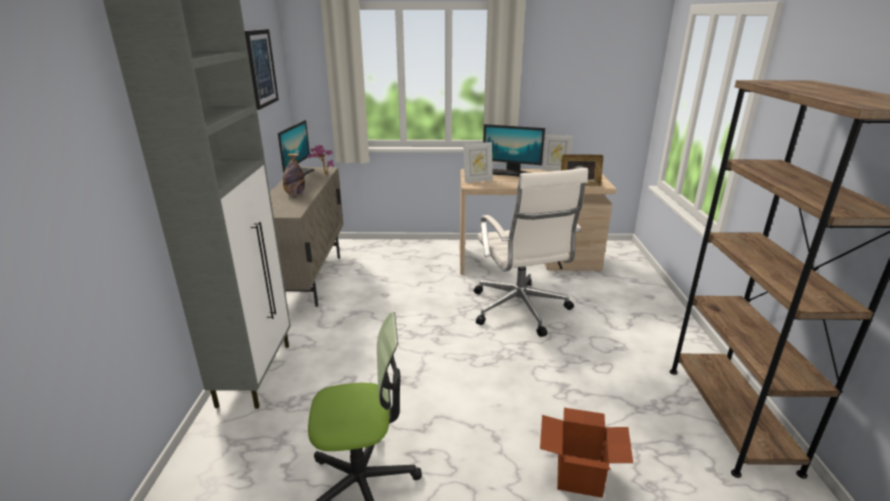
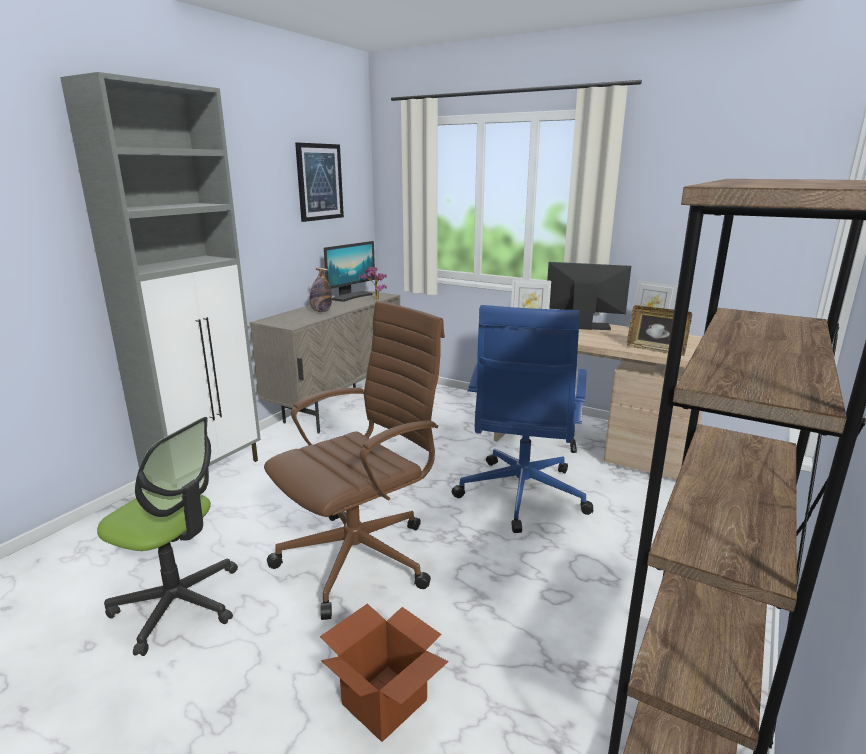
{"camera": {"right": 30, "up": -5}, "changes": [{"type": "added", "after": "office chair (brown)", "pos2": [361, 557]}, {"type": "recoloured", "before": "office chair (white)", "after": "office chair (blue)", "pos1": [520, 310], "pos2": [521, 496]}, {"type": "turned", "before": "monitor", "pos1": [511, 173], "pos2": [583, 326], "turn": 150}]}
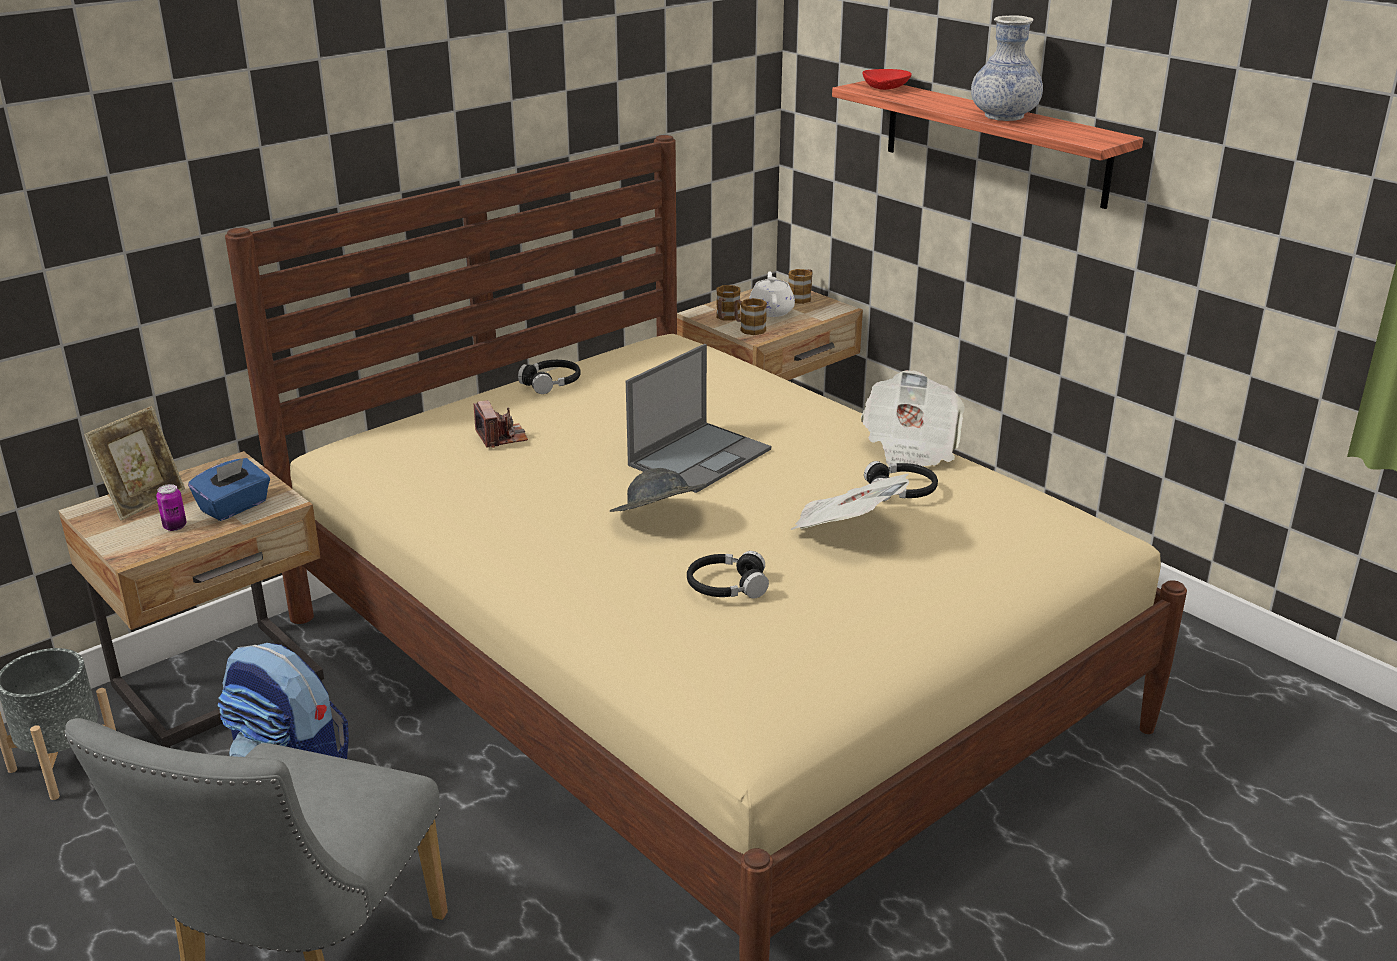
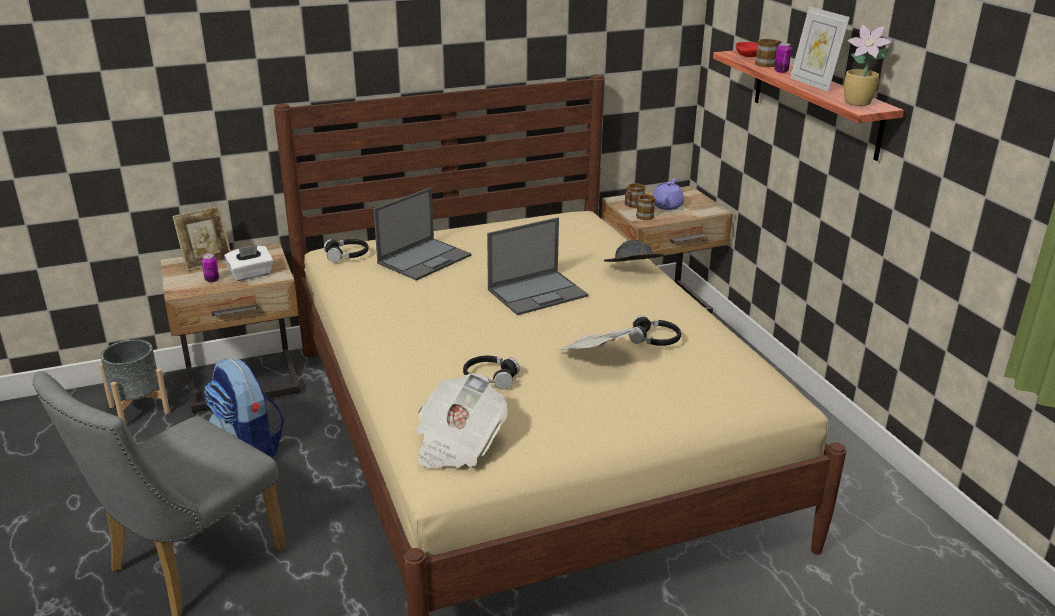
{"camera": {"right": 20, "up": 0}, "changes": [{"type": "recoloured", "before": "tissue box (blue)", "after": "tissue box (white)", "pos1": [234, 507], "pos2": [251, 274]}, {"type": "moved", "before": "headphones (black)", "pos1": [551, 383], "pos2": [347, 255]}, {"type": "replaced", "before": "photo camera", "after": "laptop", "pos1": [501, 437], "pos2": [425, 259]}, {"type": "moved", "before": "newspaper", "pos1": [910, 448], "pos2": [457, 444]}, {"type": "moved", "before": "hat (grey)", "pos1": [658, 520], "pos2": [632, 271]}, {"type": "recoloured", "before": "teapot (white)", "after": "teapot (purple)", "pos1": [771, 311], "pos2": [667, 205]}, {"type": "moved", "before": "mug", "pos1": [802, 297], "pos2": [768, 64]}, {"type": "added", "after": "can", "pos2": [781, 71]}, {"type": "replaced", "before": "vase", "after": "picture frame", "pos1": [1003, 116], "pos2": [813, 84]}, {"type": "added", "after": "potted plant", "pos2": [858, 103]}]}
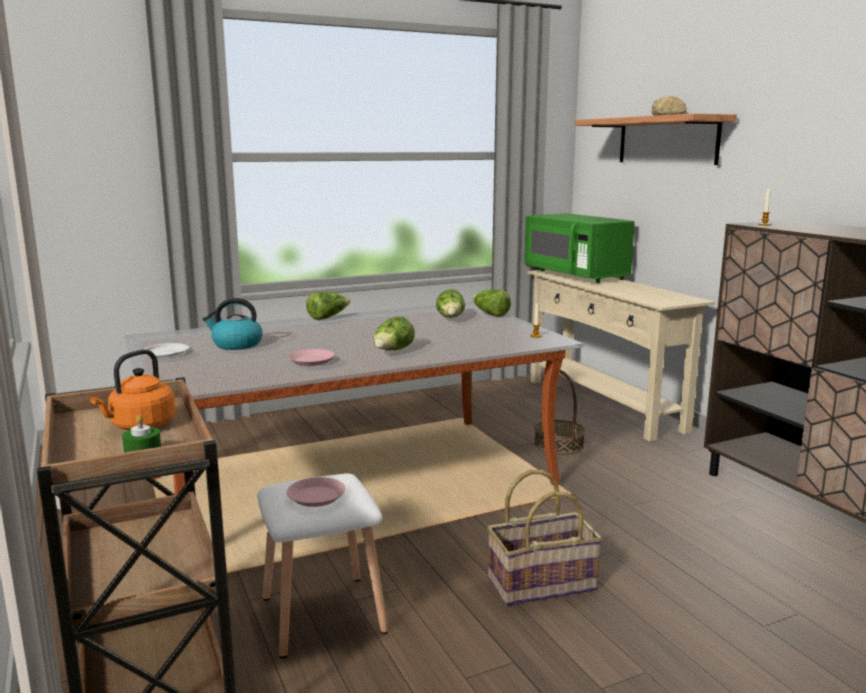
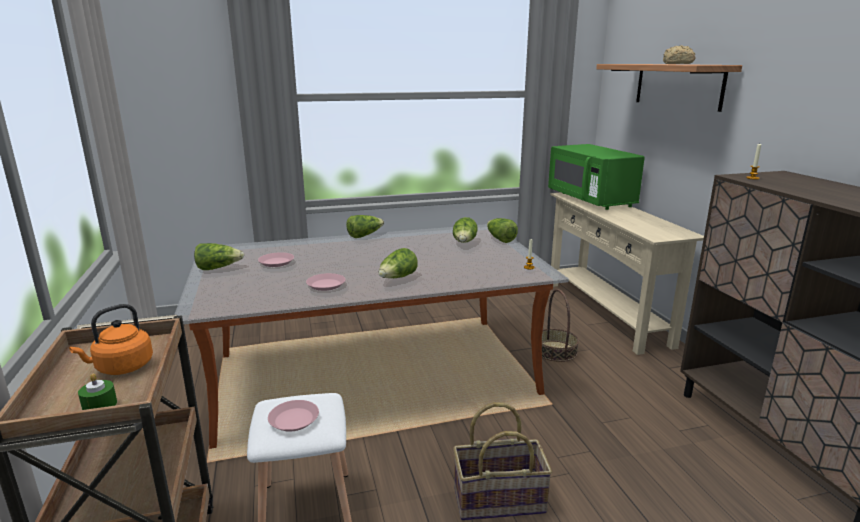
{"camera": {"right": 10, "up": 5}, "changes": [{"type": "replaced", "before": "plate (white)", "after": "lettuce", "pos1": [166, 353], "pos2": [218, 268]}, {"type": "replaced", "before": "kettle", "after": "plate (pink)", "pos1": [236, 345], "pos2": [276, 262]}]}
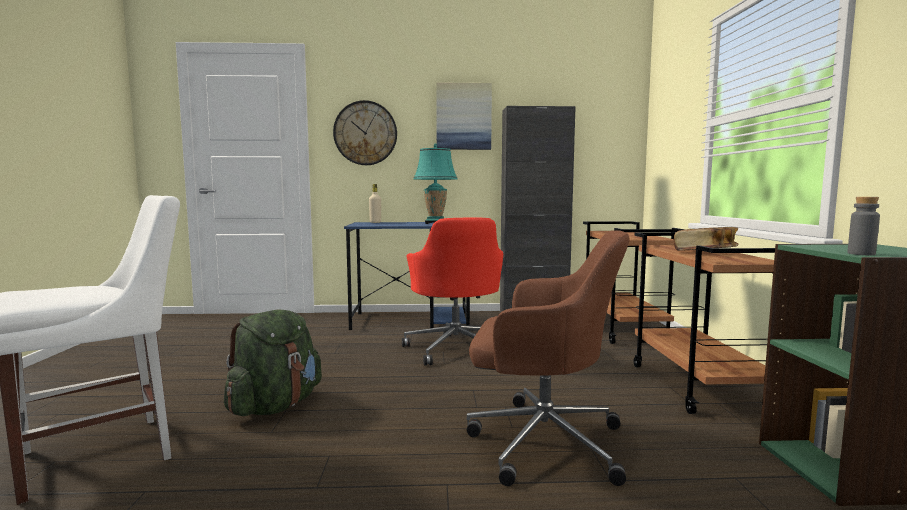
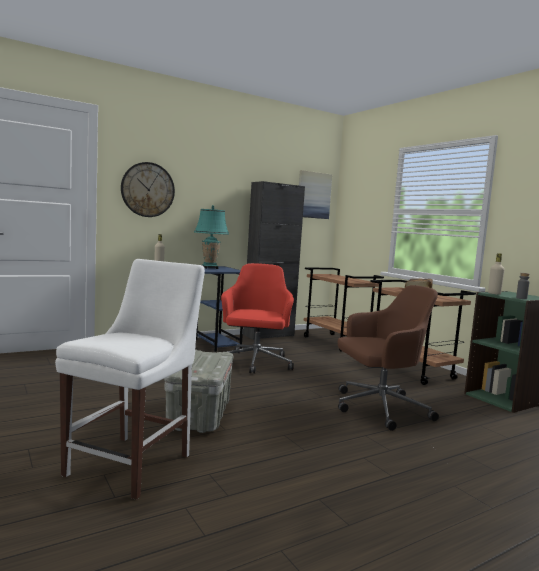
{"camera": {"right": -30, "up": 0}, "changes": [{"type": "replaced", "before": "backpack (green)", "after": "storage box (grey)", "pos1": [275, 406], "pos2": [198, 415]}, {"type": "turned", "before": "office chair (red)", "pos1": [456, 348], "pos2": [254, 363], "turn": -135}, {"type": "moved", "before": "picture", "pos1": [463, 116], "pos2": [313, 195]}, {"type": "added", "after": "bottle (beige)", "pos2": [494, 293]}]}
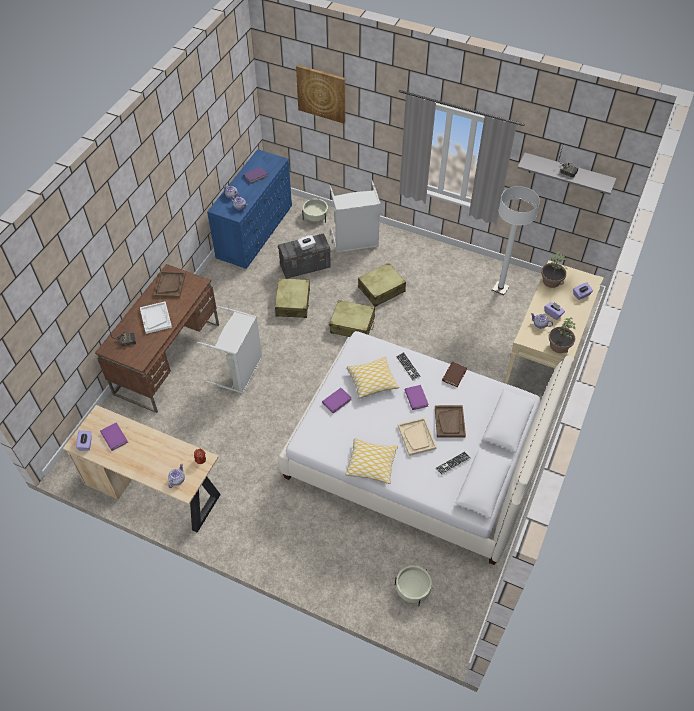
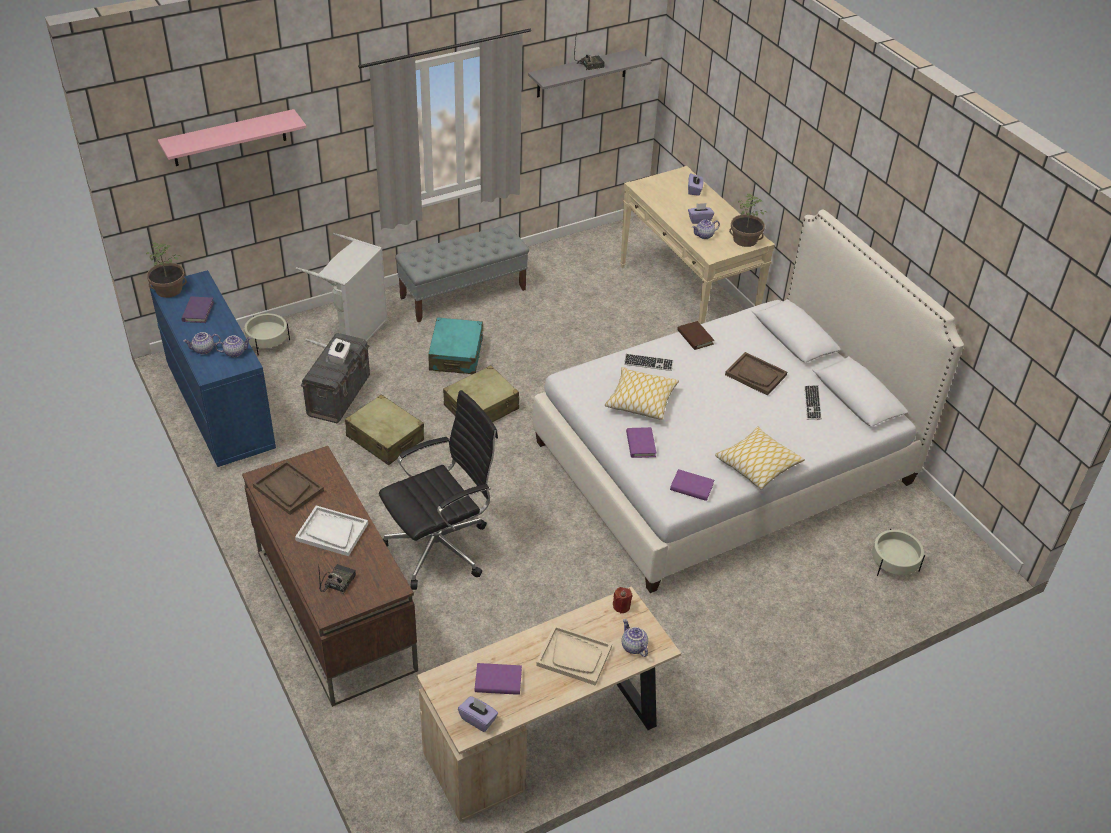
{"camera": {"right": -55, "up": -10}, "changes": [{"type": "moved", "before": "potted plant", "pos1": [551, 281], "pos2": [169, 290]}, {"type": "replaced", "before": "picture", "after": "shelf (pink)", "pos1": [321, 93], "pos2": [229, 138]}, {"type": "replaced", "before": "laundry basket (grey)", "after": "office chair (black)", "pos1": [240, 371], "pos2": [440, 547]}, {"type": "added", "after": "bench (grey)", "pos2": [463, 293]}, {"type": "recoloured", "before": "suitcase (beige)", "after": "suitcase (turquoise)", "pos1": [381, 289], "pos2": [456, 354]}, {"type": "moved", "before": "tray (beige)", "pos1": [416, 437], "pos2": [574, 656]}, {"type": "moved", "before": "book (purple)", "pos1": [416, 398], "pos2": [691, 487]}, {"type": "removed", "before": "floor lamp (white)", "pos1": [500, 288]}]}
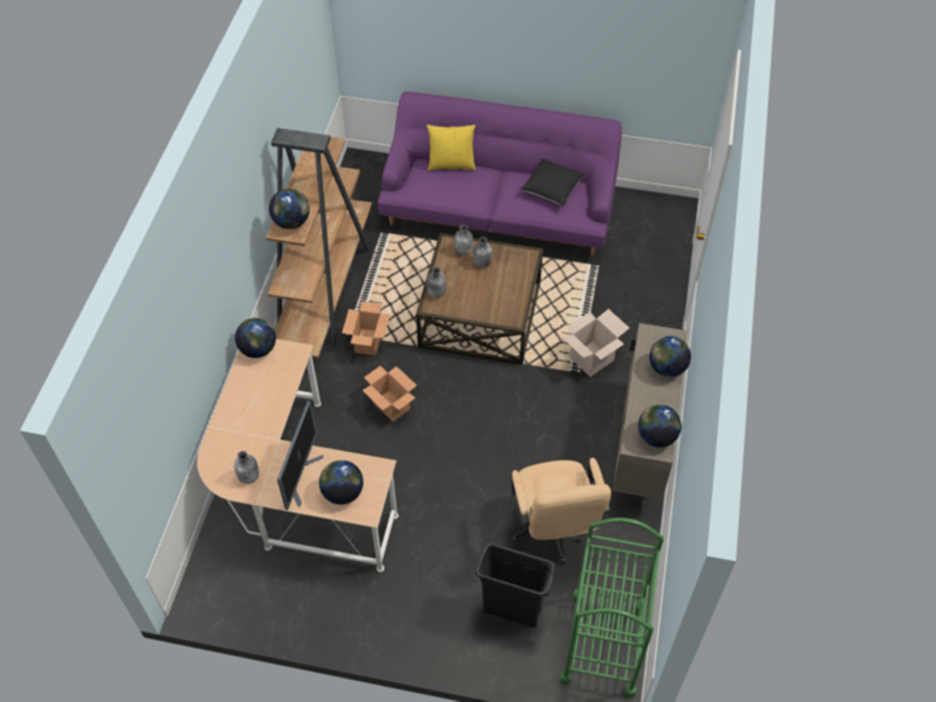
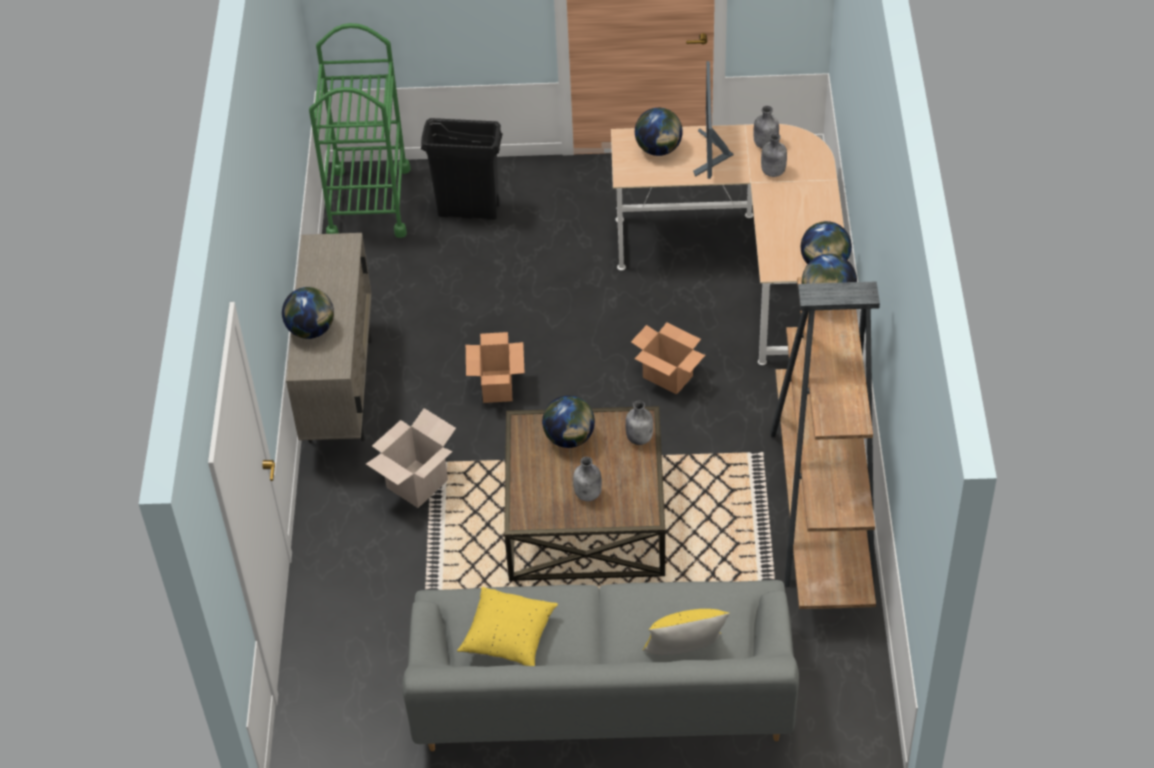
{"camera": {"right": 170, "up": -5}, "changes": [{"type": "recoloured", "before": "sofa (purple)", "after": "sofa (grey)", "pos1": [498, 209], "pos2": [602, 696]}, {"type": "recoloured", "before": "pillow (black)", "after": "pillow (yellow)", "pos1": [552, 189], "pos2": [508, 637]}, {"type": "moved", "before": "cardboard box", "pos1": [368, 342], "pos2": [497, 386]}, {"type": "moved", "before": "globe", "pos1": [656, 437], "pos2": [569, 438]}, {"type": "moved", "before": "bottle (grey)", "pos1": [464, 251], "pos2": [772, 172]}, {"type": "removed", "before": "office chair (beige)", "pos1": [553, 530]}]}
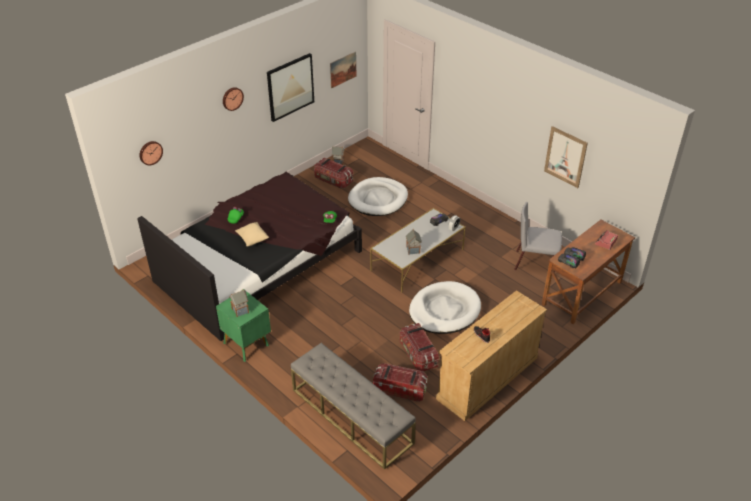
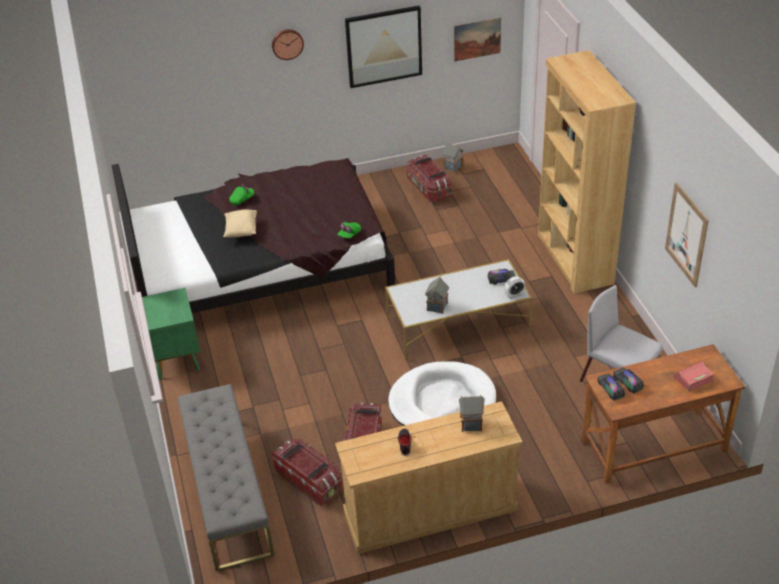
{"camera": {"right": 30, "up": 0}, "changes": [{"type": "moved", "before": "toy house", "pos1": [240, 310], "pos2": [471, 423]}, {"type": "added", "after": "bookcase (brown)", "pos2": [574, 259]}, {"type": "removed", "before": "wall clock", "pos1": [150, 152]}, {"type": "removed", "before": "dog bed (white)", "pos1": [378, 199]}]}
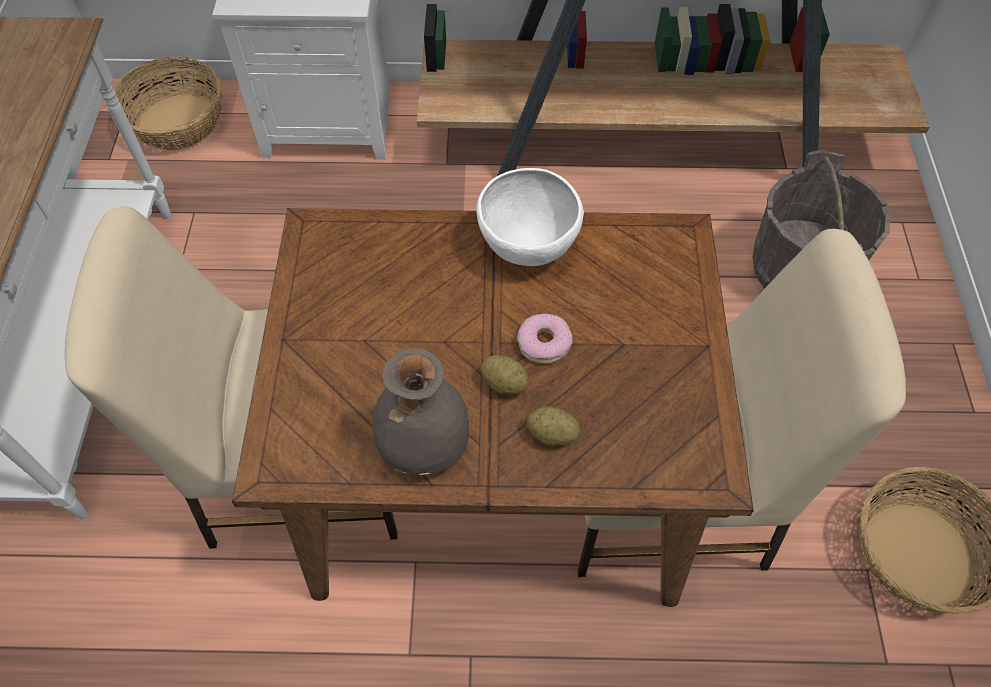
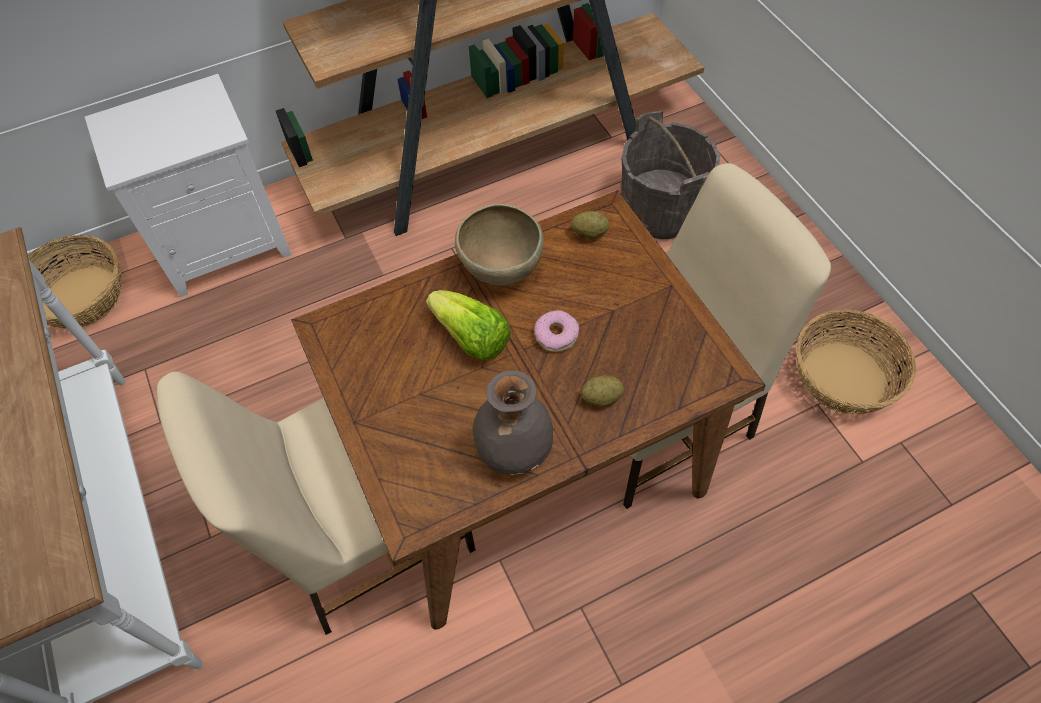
{"camera": {"right": -25, "up": 0}, "changes": [{"type": "added", "after": "lettuce", "pos2": [471, 338]}, {"type": "recoloured", "before": "bowl (white)", "after": "bowl (brown)", "pos1": [527, 247], "pos2": [500, 270]}, {"type": "moved", "before": "potato", "pos1": [504, 384], "pos2": [589, 233]}]}
